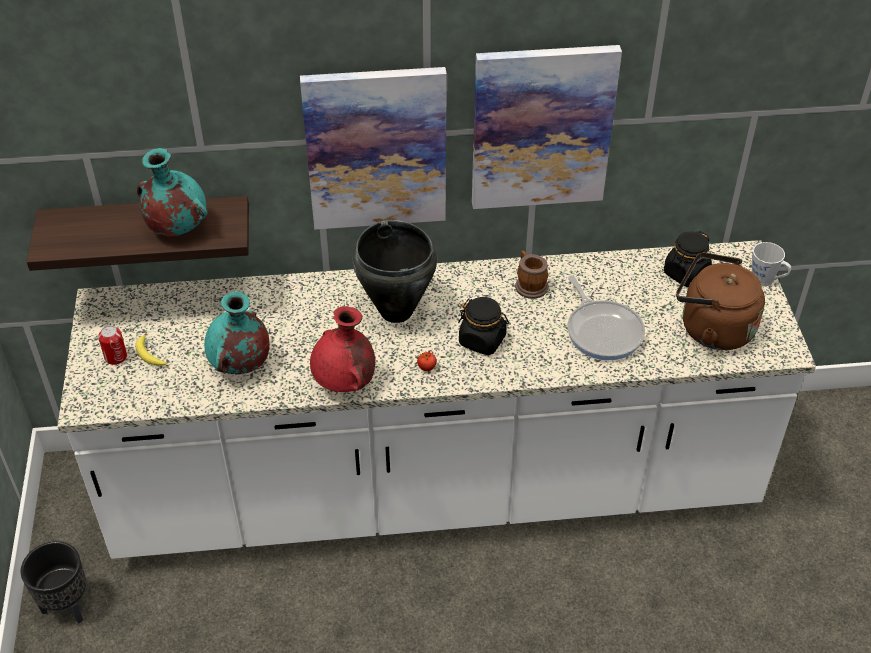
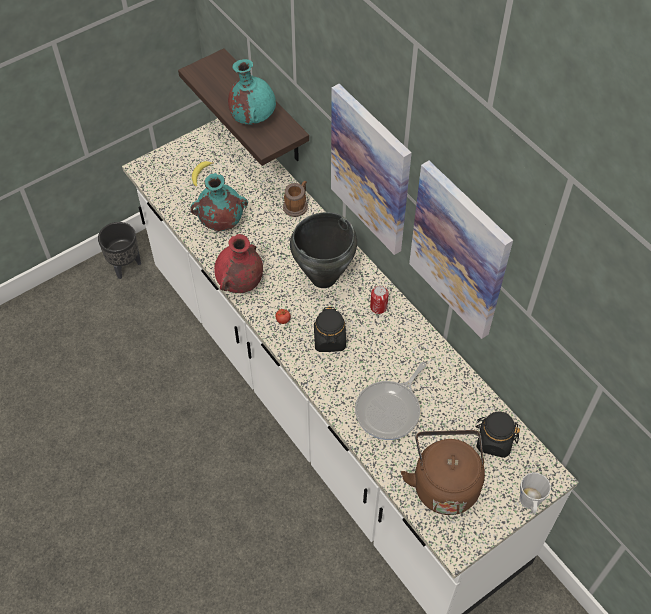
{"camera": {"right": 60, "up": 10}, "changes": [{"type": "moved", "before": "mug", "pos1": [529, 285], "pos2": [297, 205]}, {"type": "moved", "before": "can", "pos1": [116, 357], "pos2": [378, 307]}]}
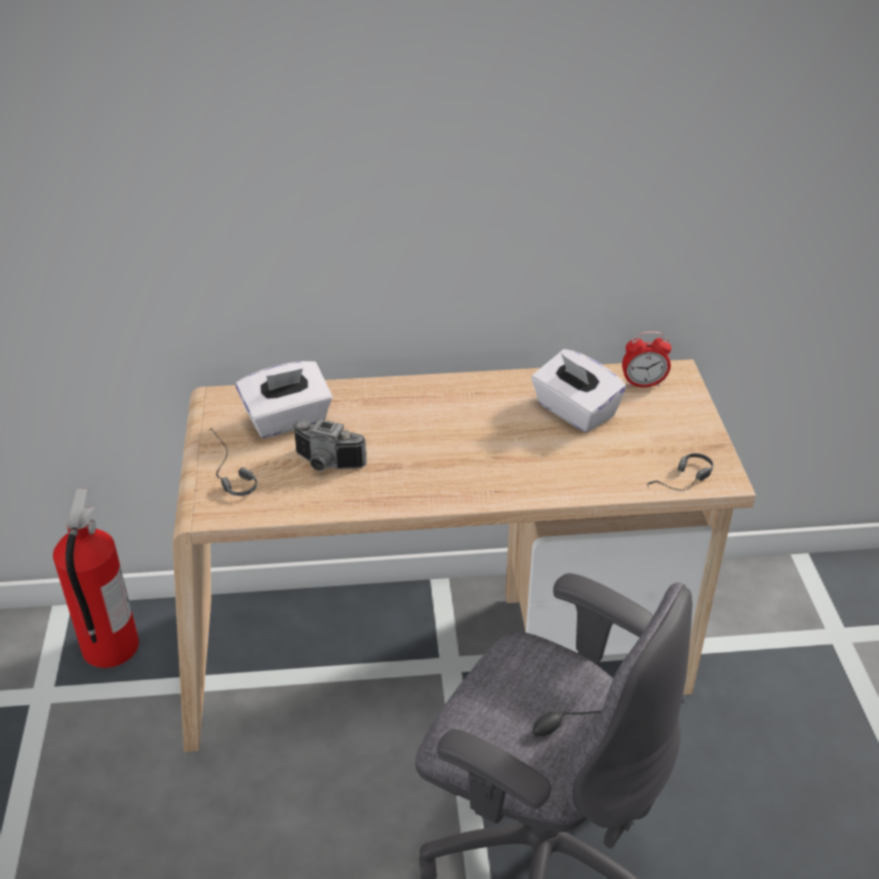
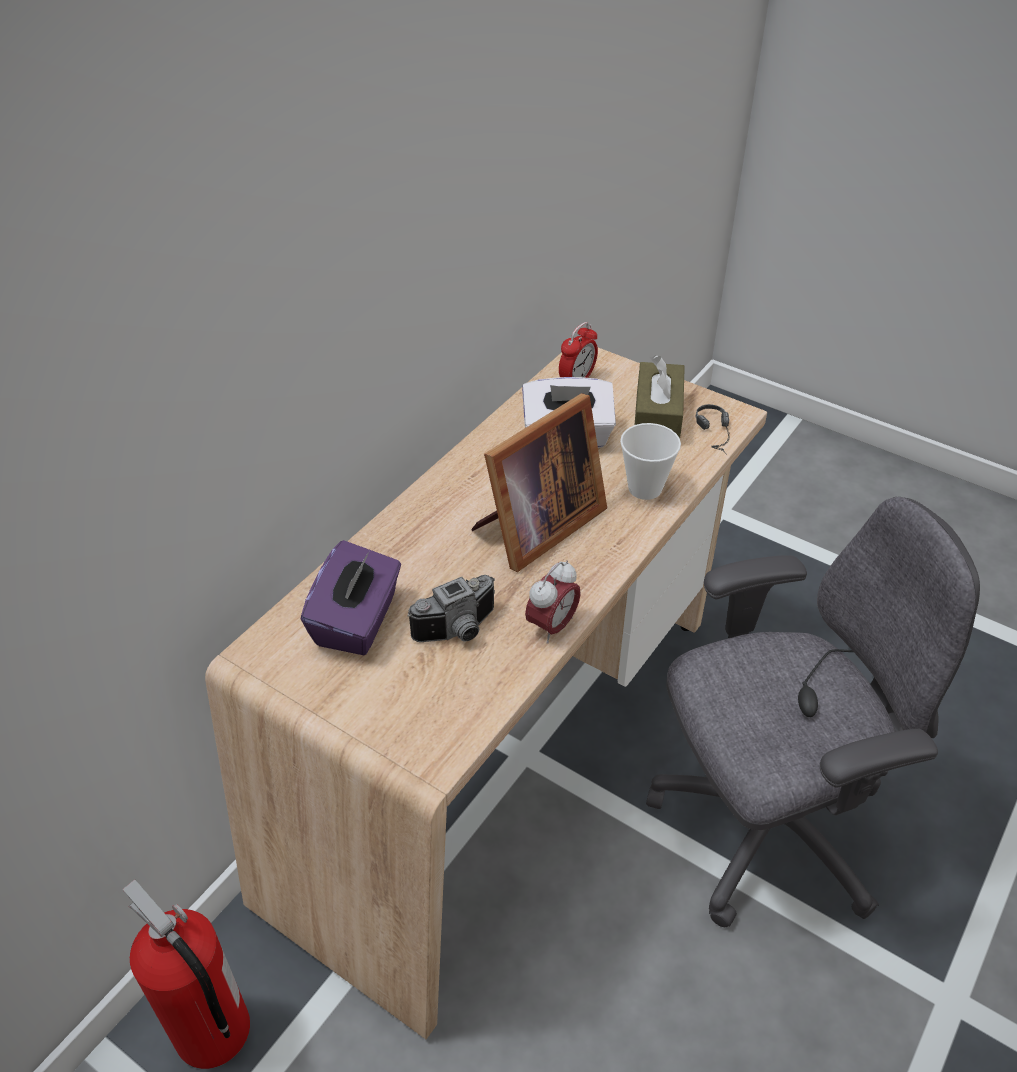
{"camera": {"right": -50, "up": 5}, "changes": [{"type": "recoloured", "before": "tissue box (white)", "after": "tissue box (purple)", "pos1": [287, 420], "pos2": [357, 621]}, {"type": "added", "after": "picture frame", "pos2": [535, 527]}, {"type": "added", "after": "alarm clock", "pos2": [552, 626]}, {"type": "added", "after": "cup", "pos2": [645, 488]}, {"type": "added", "after": "tissue box (brown)", "pos2": [657, 417]}, {"type": "removed", "before": "headphones", "pos1": [225, 473]}]}
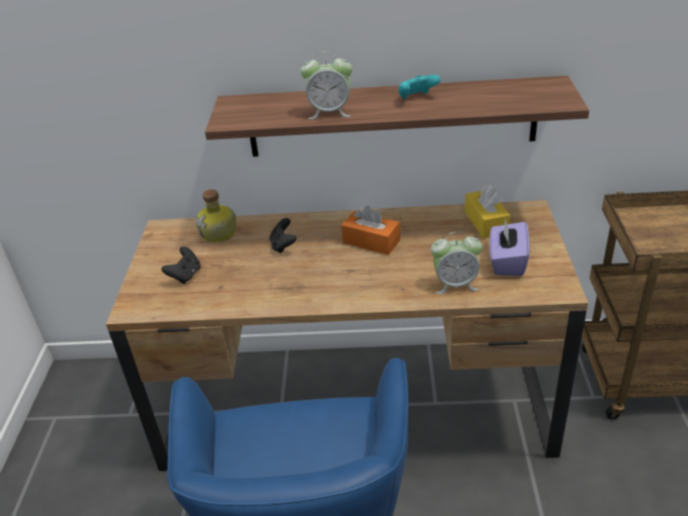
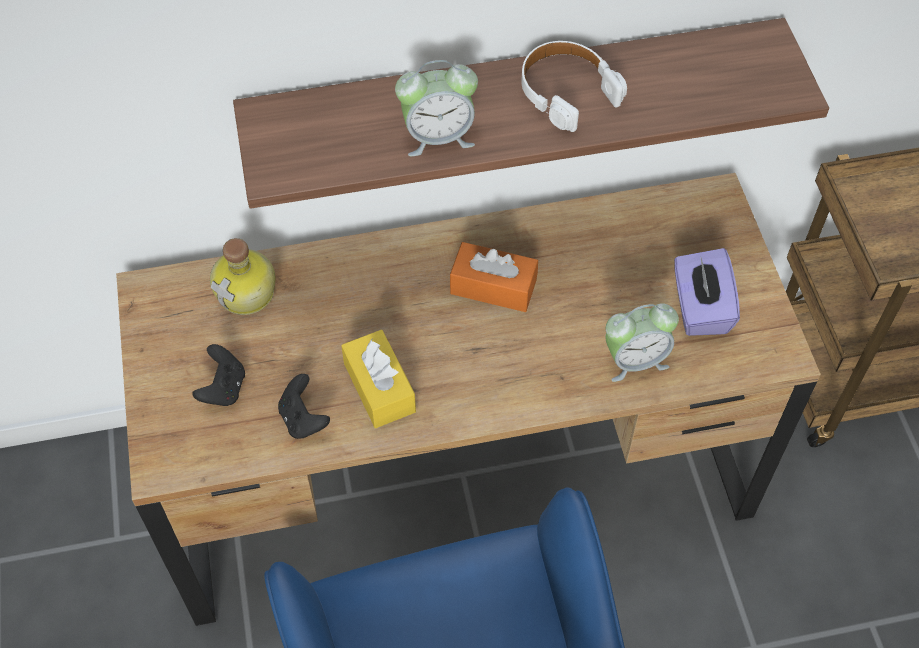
{"camera": {"right": -15, "up": 20}, "changes": [{"type": "moved", "before": "game controller (black)", "pos1": [283, 246], "pos2": [303, 419]}, {"type": "moved", "before": "tissue box (yellow)", "pos1": [486, 222], "pos2": [379, 387]}, {"type": "replaced", "before": "game controller (turquoise)", "after": "headphones (white)", "pos1": [417, 98], "pos2": [566, 92]}]}
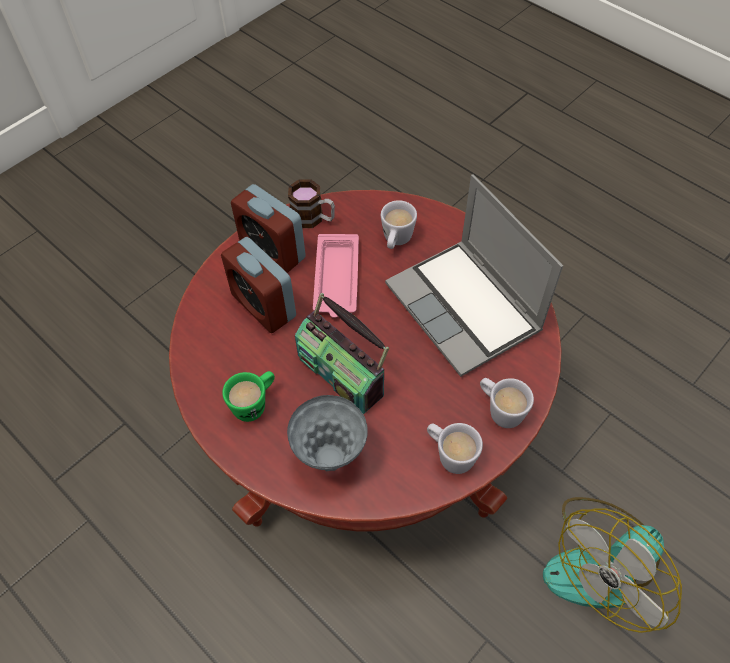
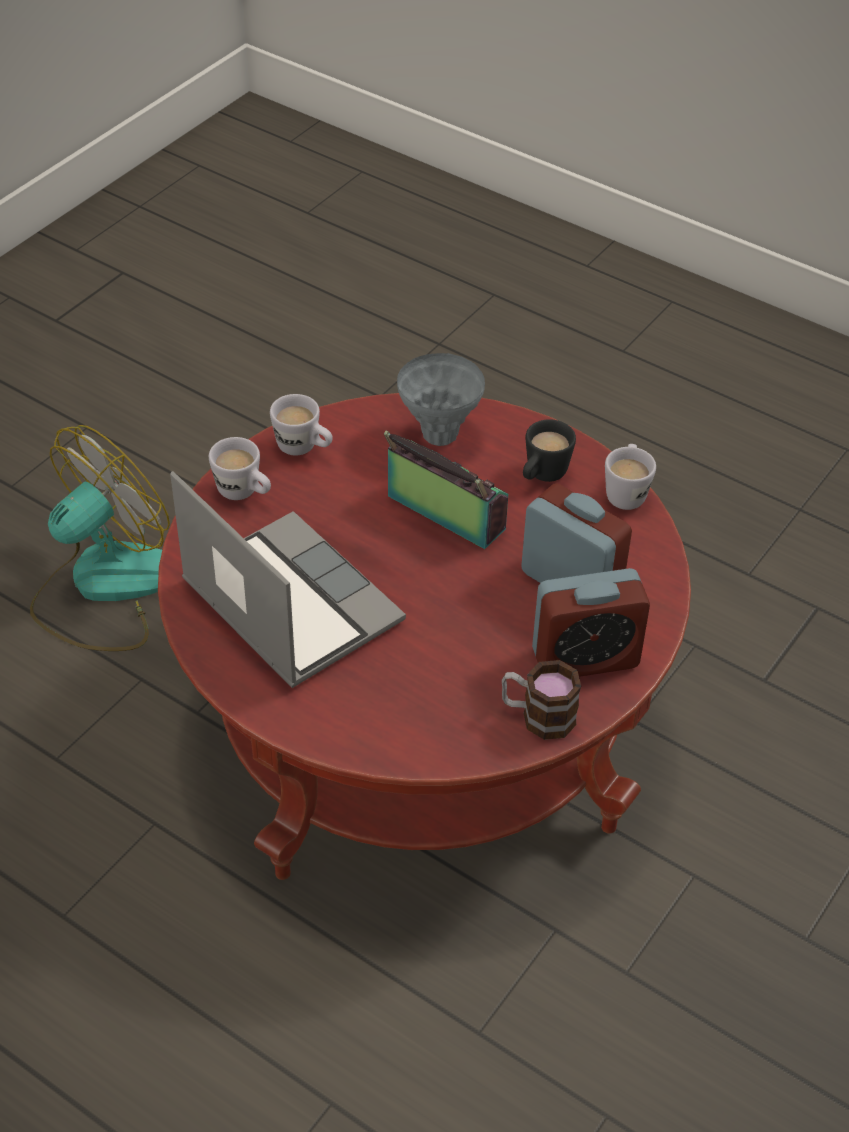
{"camera": {"right": 170, "up": -10}, "changes": [{"type": "recoloured", "before": "mug (green)", "after": "mug (black)", "pos1": [255, 404], "pos2": [542, 476]}, {"type": "turned", "before": "alarm clock", "pos1": [272, 251], "pos2": [585, 658], "turn": 135}, {"type": "moved", "before": "mug (white)", "pos1": [396, 241], "pos2": [626, 492]}, {"type": "removed", "before": "tray (pink)", "pos1": [336, 279]}]}
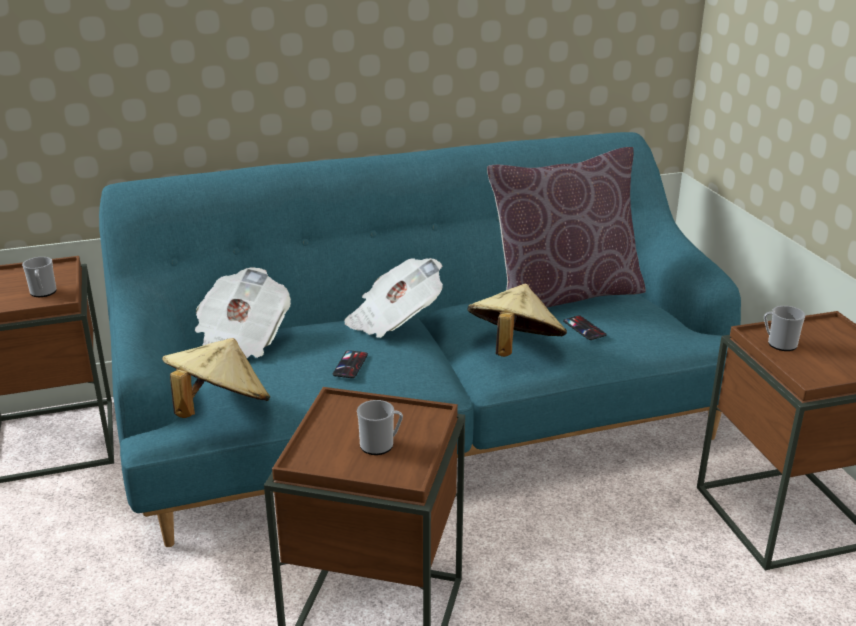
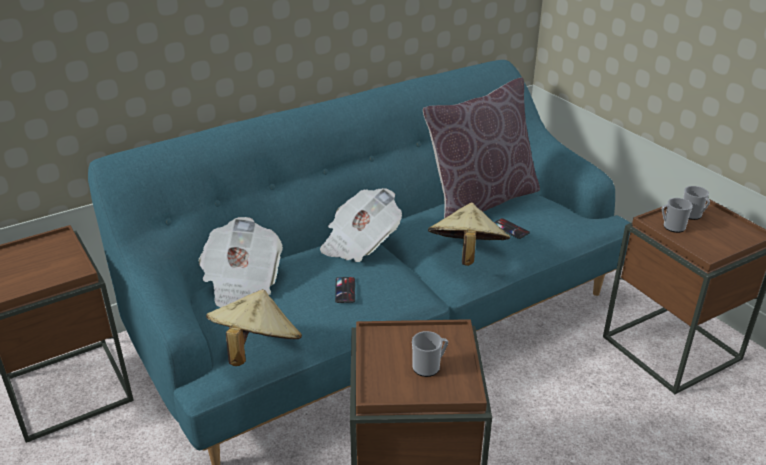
{"camera": {"right": -15, "up": 5}, "changes": [{"type": "moved", "before": "mug", "pos1": [43, 293], "pos2": [692, 215]}]}
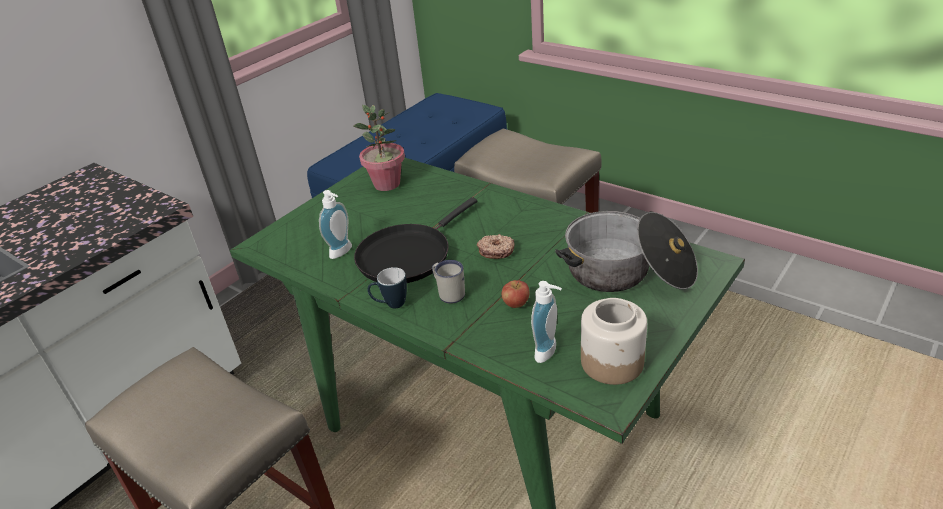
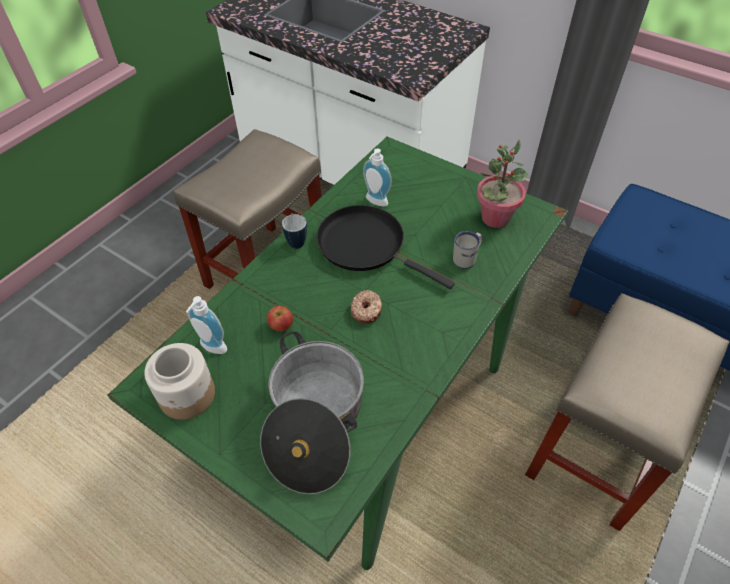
{"camera": {"right": 85, "up": 15}, "changes": [{"type": "moved", "before": "mug (white)", "pos1": [449, 293], "pos2": [467, 258]}]}
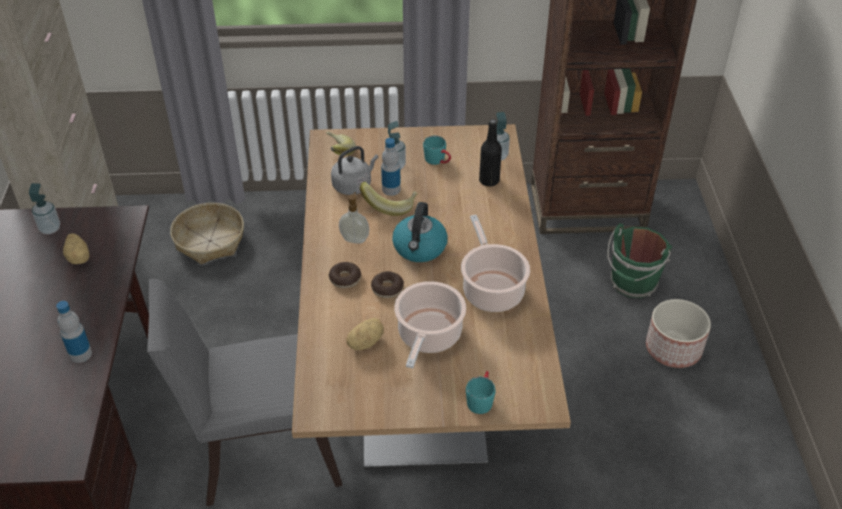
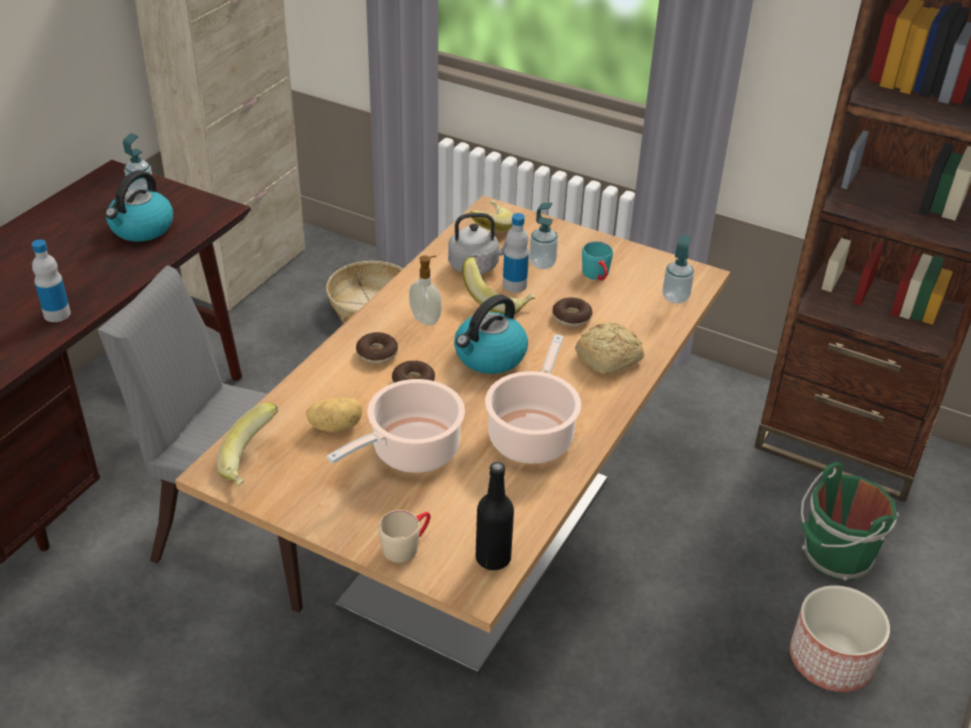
{"camera": {"right": 30, "up": -5}, "changes": [{"type": "replaced", "before": "potato", "after": "kettle", "pos1": [79, 257], "pos2": [141, 229]}, {"type": "added", "after": "banana", "pos2": [253, 462]}, {"type": "recoloured", "before": "mug (turquoise)", "after": "mug (beige)", "pos1": [481, 399], "pos2": [406, 545]}, {"type": "moved", "before": "bottle (black)", "pos1": [489, 181], "pos2": [493, 558]}, {"type": "added", "after": "donut", "pos2": [571, 317]}, {"type": "added", "after": "bread", "pos2": [610, 358]}]}
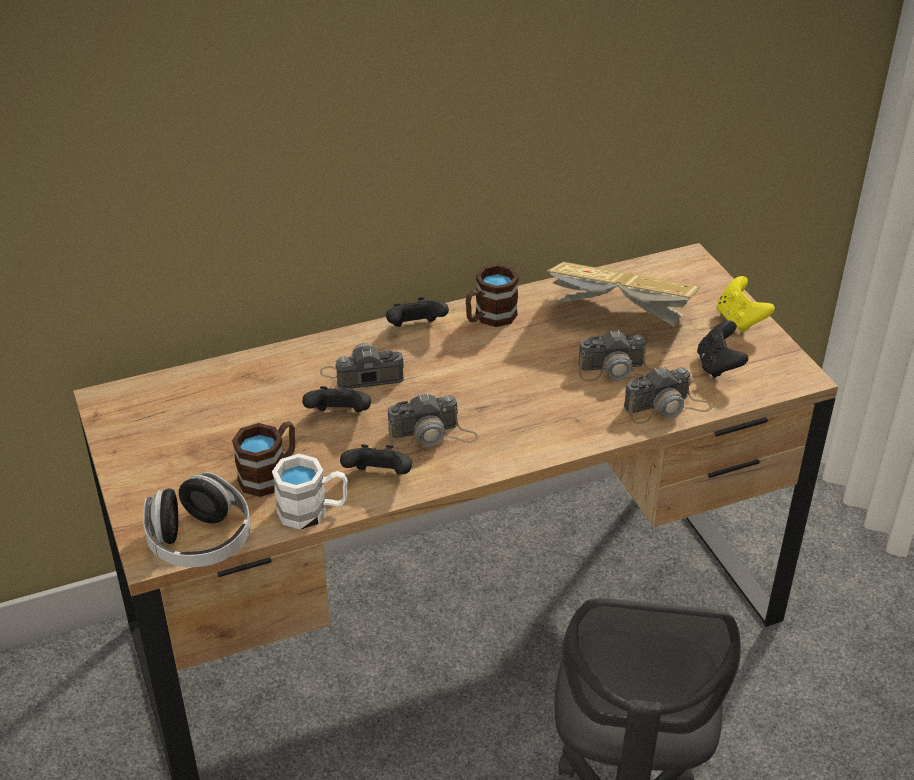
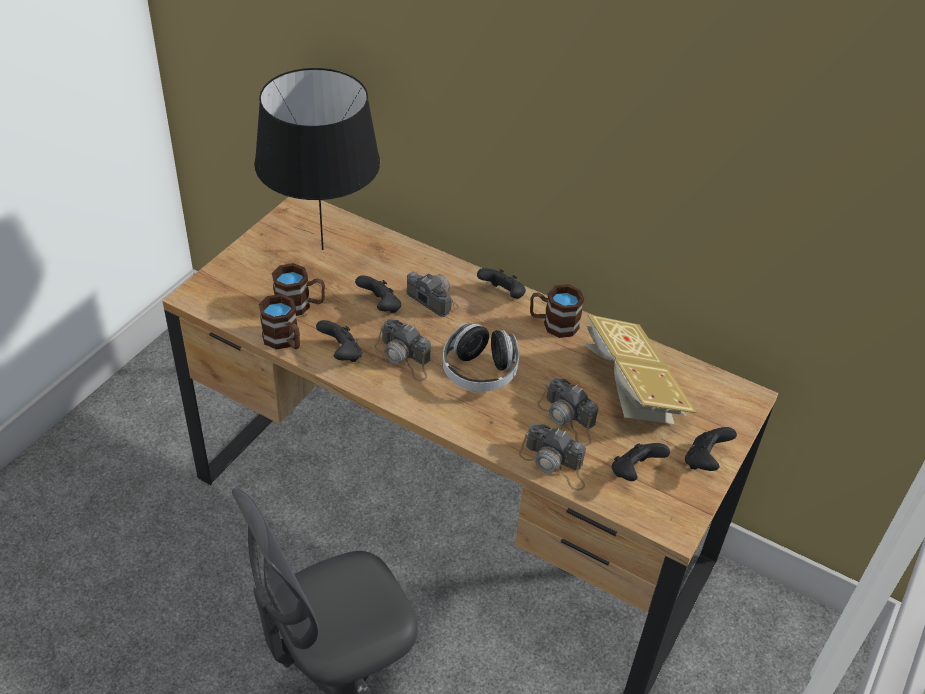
{"camera": {"right": 50, "up": 5}, "changes": [{"type": "added", "after": "table lamp (black)", "pos2": [323, 249]}, {"type": "recoloured", "before": "mug (white)", "after": "mug (brown)", "pos1": [313, 511], "pos2": [284, 341]}, {"type": "moved", "before": "headphones", "pos1": [200, 541], "pos2": [479, 372]}, {"type": "recoloured", "before": "game controller (yellow)", "after": "game controller (black)", "pos1": [739, 320], "pos2": [705, 461]}]}
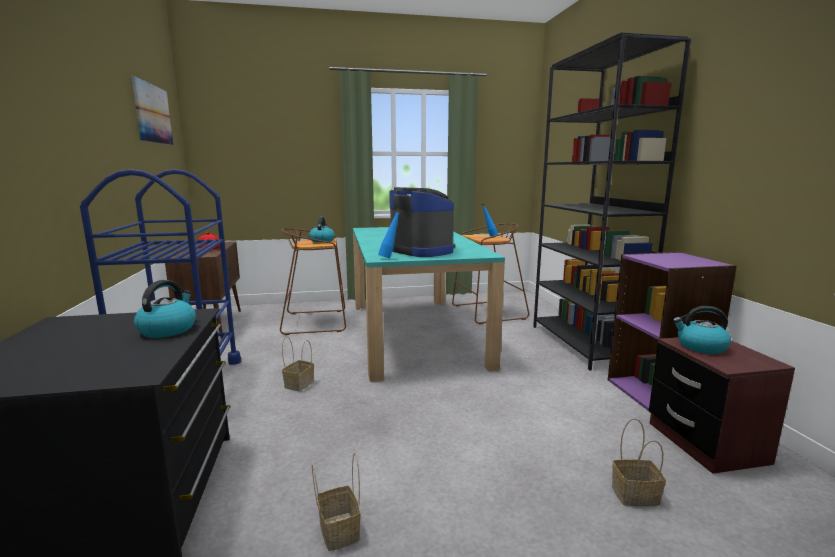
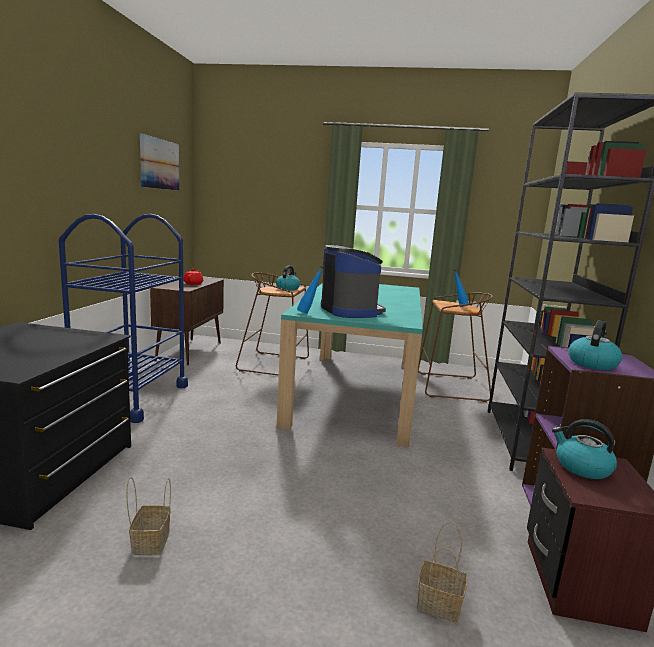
{"camera": {"right": 20, "up": 0}, "changes": [{"type": "moved", "before": "kettle", "pos1": [168, 329], "pos2": [592, 363]}, {"type": "removed", "before": "basket", "pos1": [299, 383]}]}
